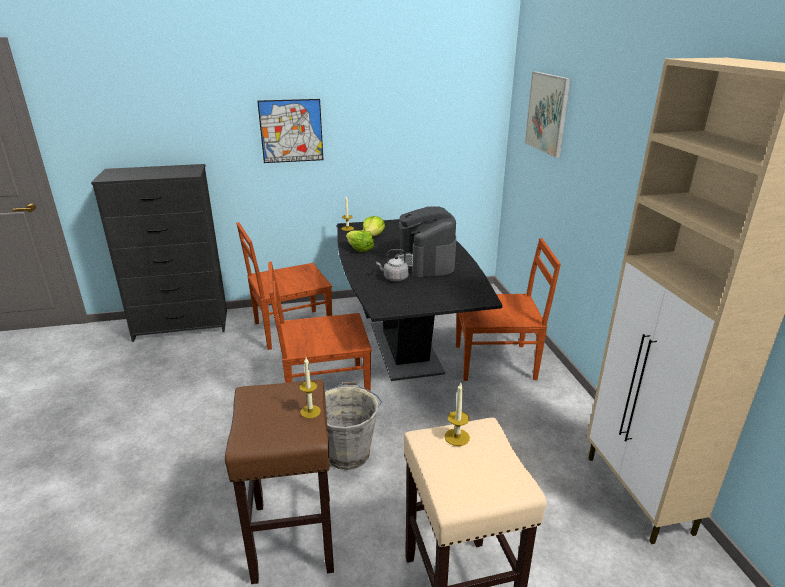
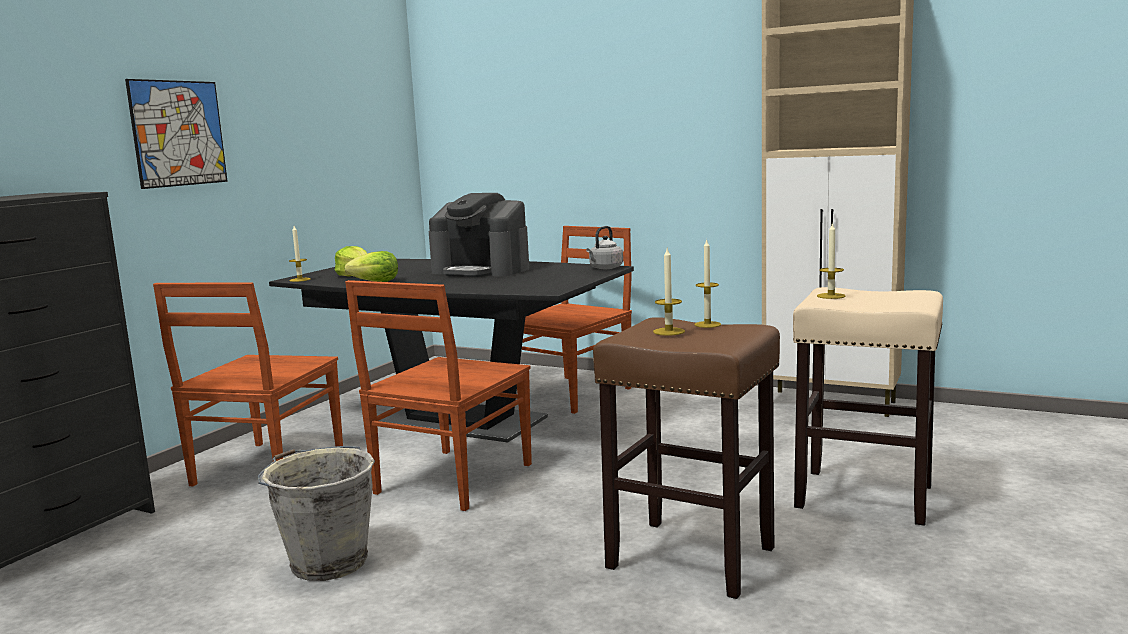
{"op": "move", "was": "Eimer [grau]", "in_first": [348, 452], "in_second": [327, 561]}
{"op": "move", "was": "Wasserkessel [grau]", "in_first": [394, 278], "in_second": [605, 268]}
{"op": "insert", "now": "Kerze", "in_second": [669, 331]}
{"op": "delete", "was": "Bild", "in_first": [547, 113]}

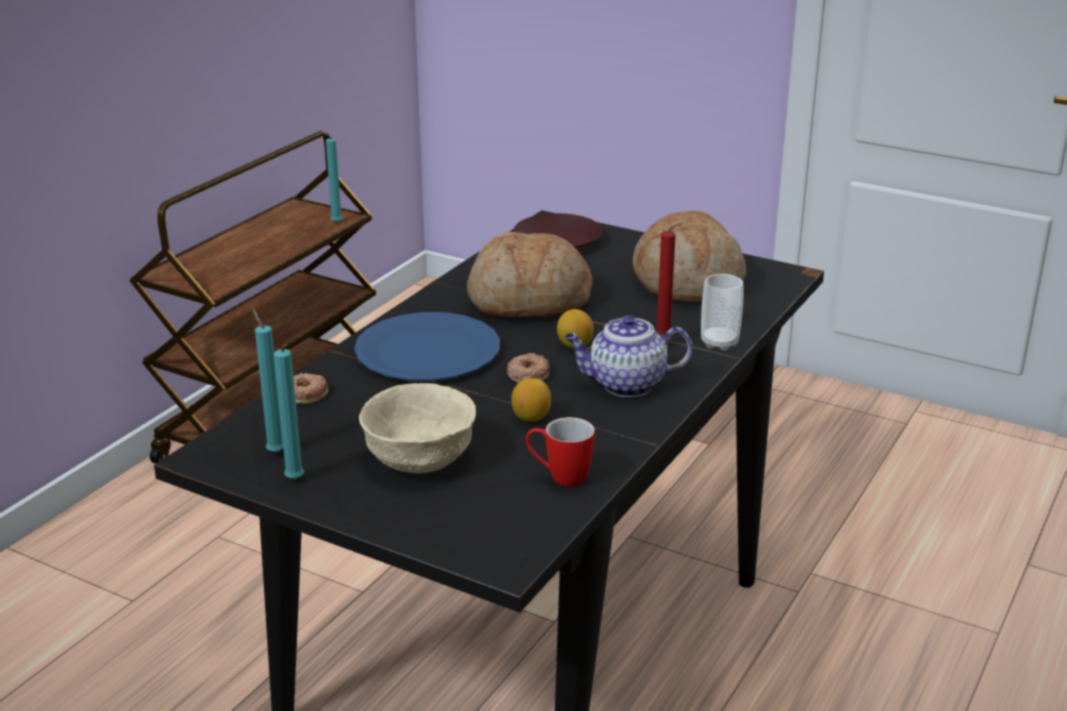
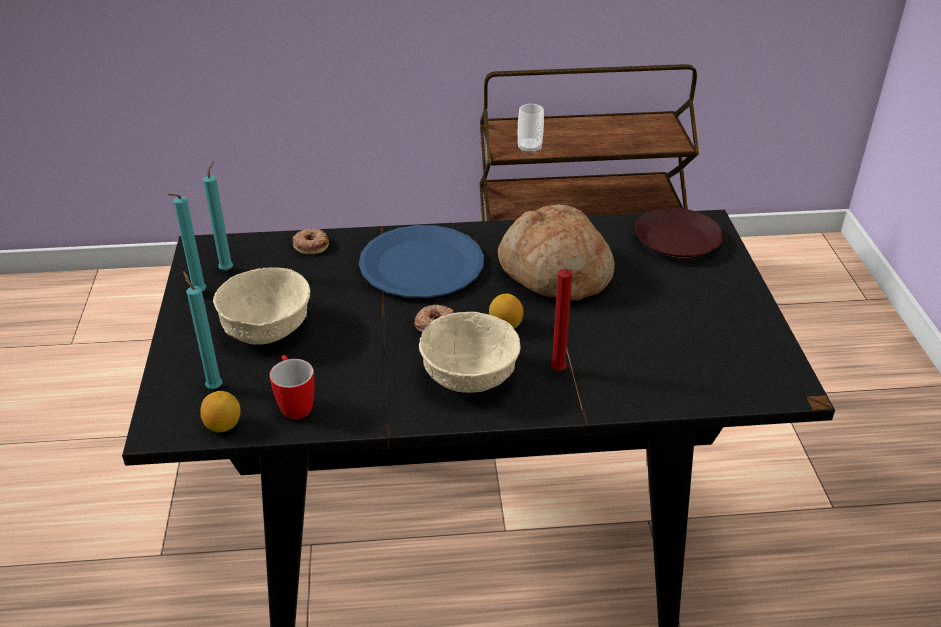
{"op": "move", "was": "Kerze [türkis]", "in_first": [334, 223], "in_second": [213, 387]}
{"op": "move", "was": "Zitrone", "in_first": [531, 417], "in_second": [223, 425]}
{"op": "replace", "was": "Teekanne", "now": "Schüssel [beige]", "in_first": [625, 385], "in_second": [468, 378]}
{"op": "move", "was": "Tasse", "in_first": [719, 343], "in_second": [529, 148]}
{"op": "delete", "was": "Brot", "in_first": [687, 281]}

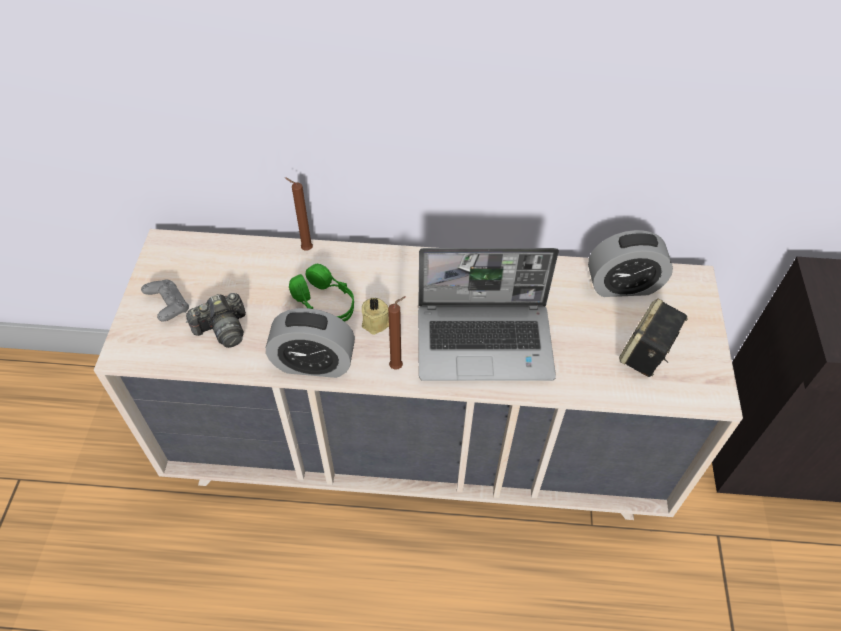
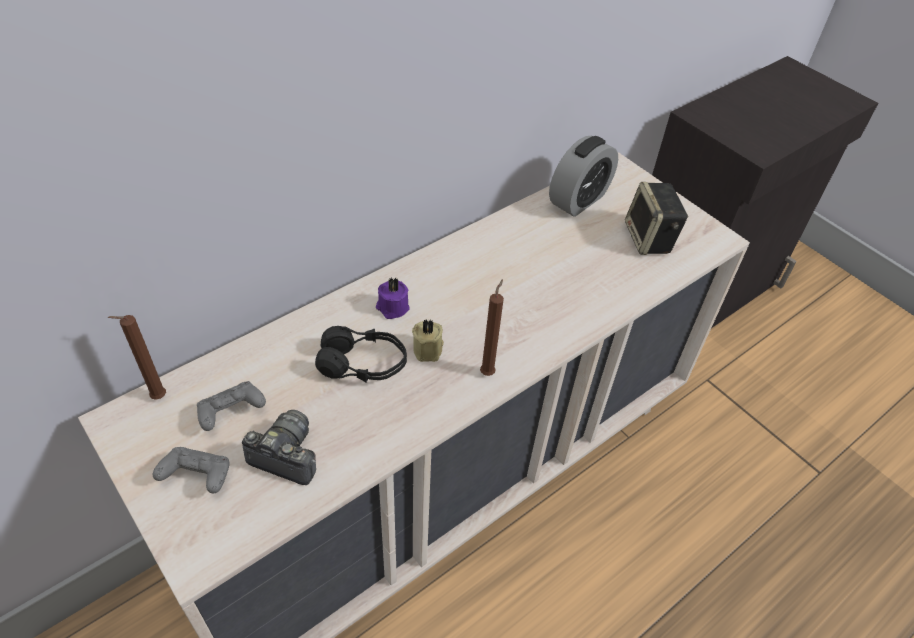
{"op": "move", "was": "Kerze [braun]", "in_first": [305, 249], "in_second": [156, 398]}
{"op": "insert", "now": "Gamepad [grau]", "in_second": [231, 413]}
{"op": "rotate", "was": "Kamera", "in_first": [223, 329], "in_second": [286, 456], "clockwise": -90}
{"op": "recolor", "was": "Kopfhörer [grün]", "now": "Kopfhörer [schwarz]", "in_first": [325, 304], "in_second": [363, 365]}
{"op": "insert", "now": "Kerze [lila]", "in_second": [392, 308]}
{"op": "delete", "was": "Wecker", "in_first": [314, 363]}
{"op": "delete", "was": "Laptop", "in_first": [486, 342]}

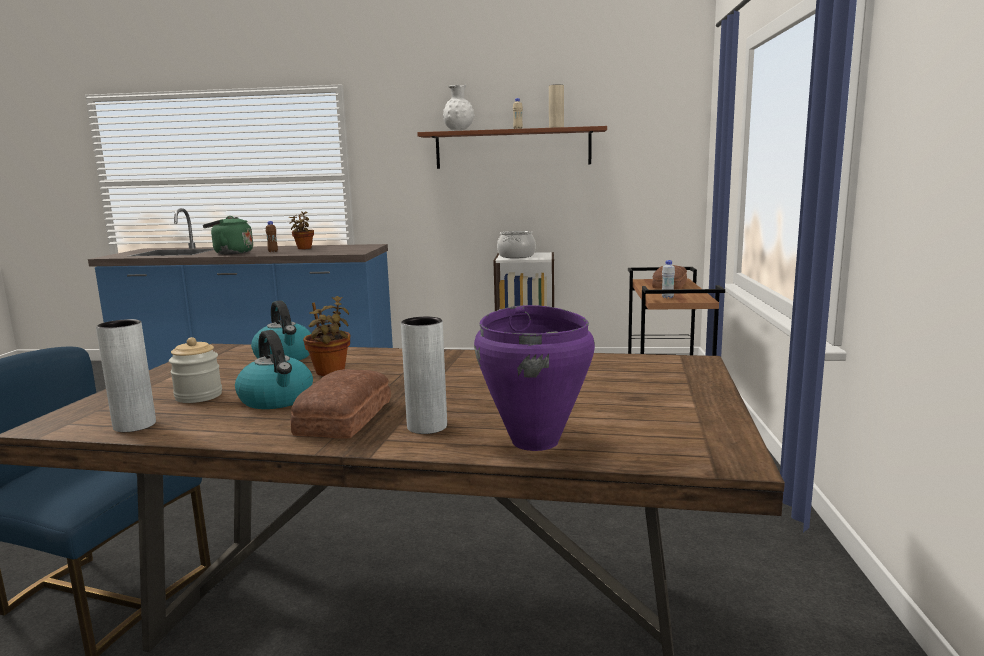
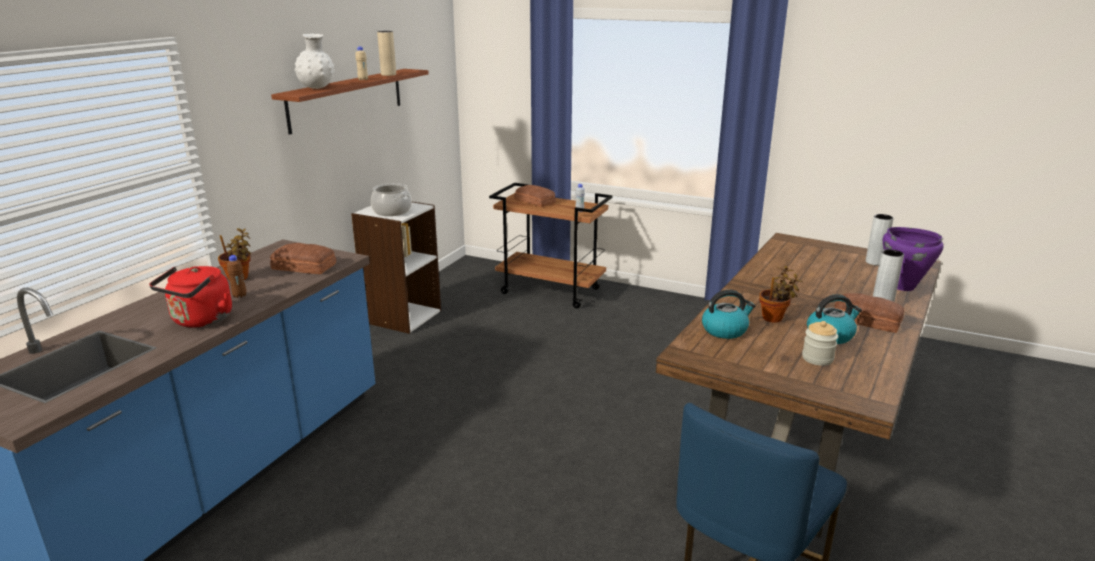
{"op": "recolor", "was": "Wasserkessel [grün]", "now": "Wasserkessel [rot]", "in_first": [231, 253], "in_second": [200, 321]}
{"op": "insert", "now": "Brot", "in_second": [304, 267]}
{"op": "move", "was": "Vase [grau]", "in_first": [134, 425], "in_second": [874, 262]}

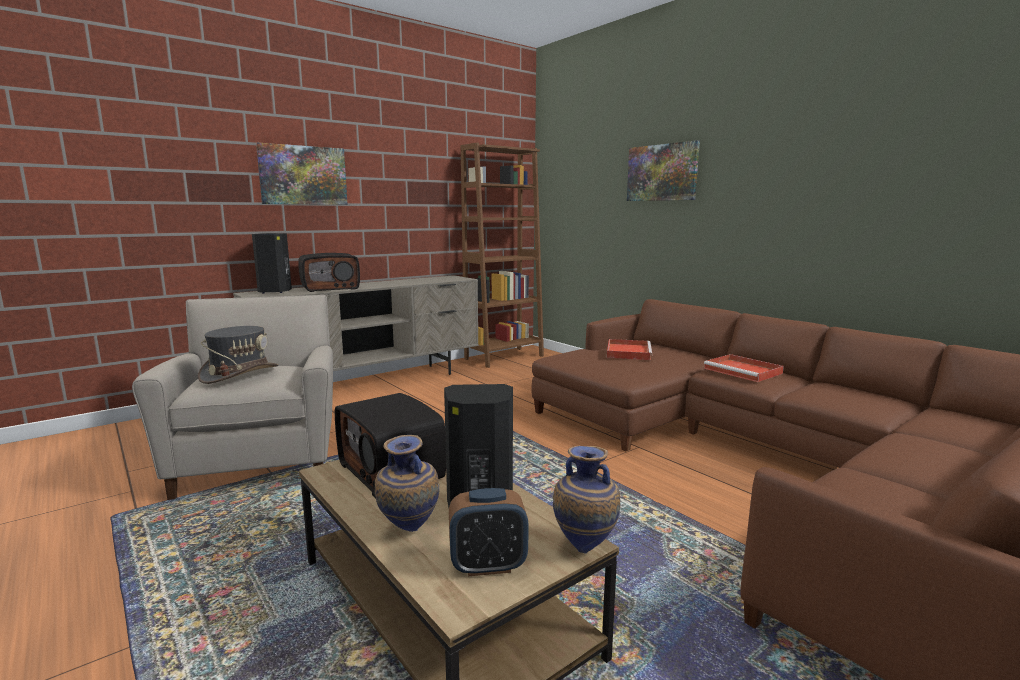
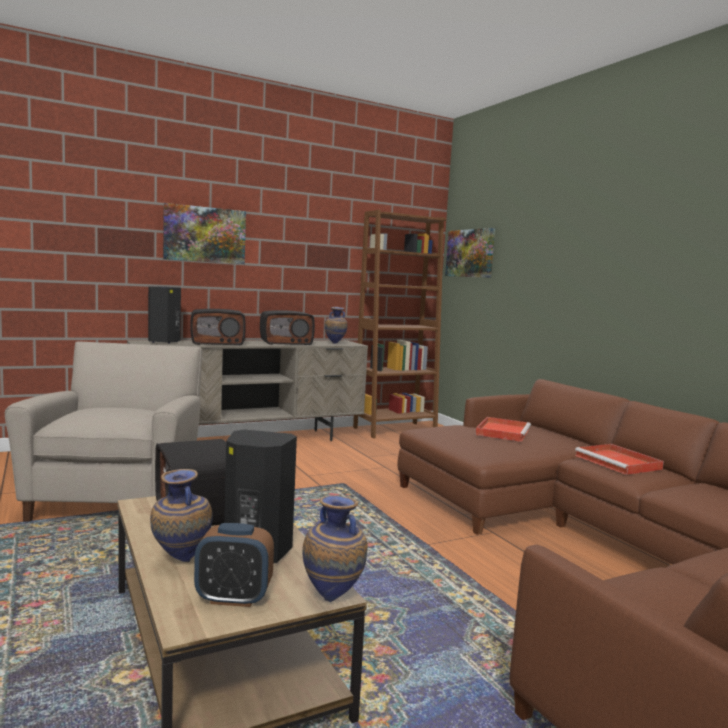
{"op": "insert", "now": "Radio", "in_second": [286, 342]}
{"op": "insert", "now": "Vase", "in_second": [335, 343]}
{"op": "move", "was": "Bild", "in_first": [662, 172], "in_second": [470, 253]}
{"op": "delete", "was": "Hut [grau]", "in_first": [239, 374]}

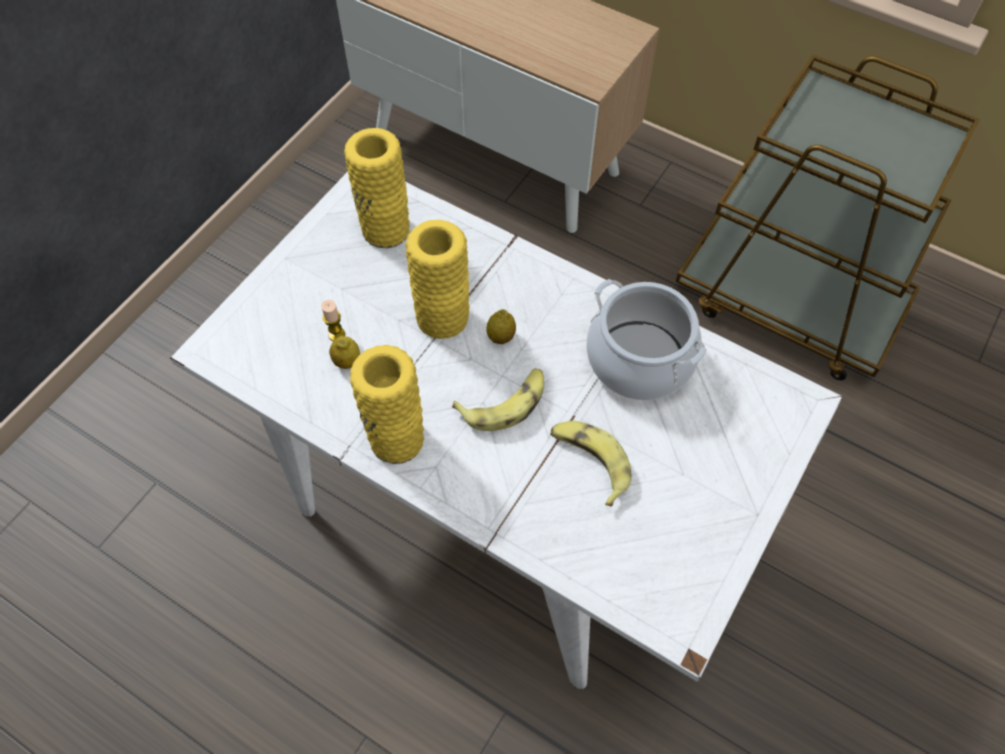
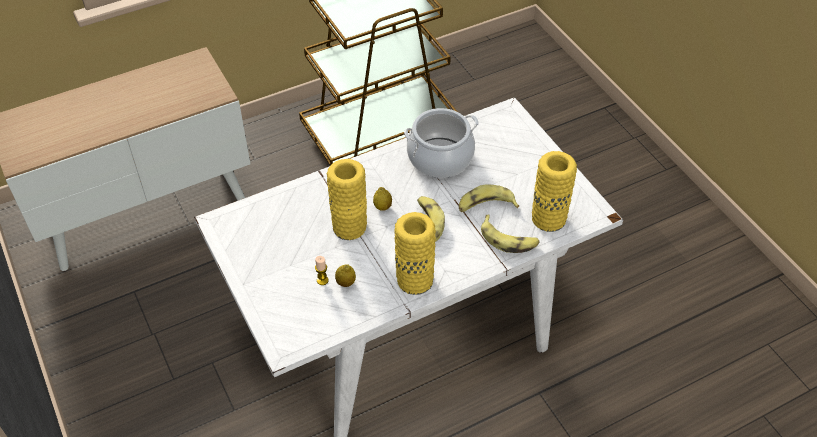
{"op": "insert", "now": "Banane", "in_second": [508, 239]}
{"op": "move", "was": "Vase [gelb]", "in_first": [385, 228], "in_second": [548, 219]}

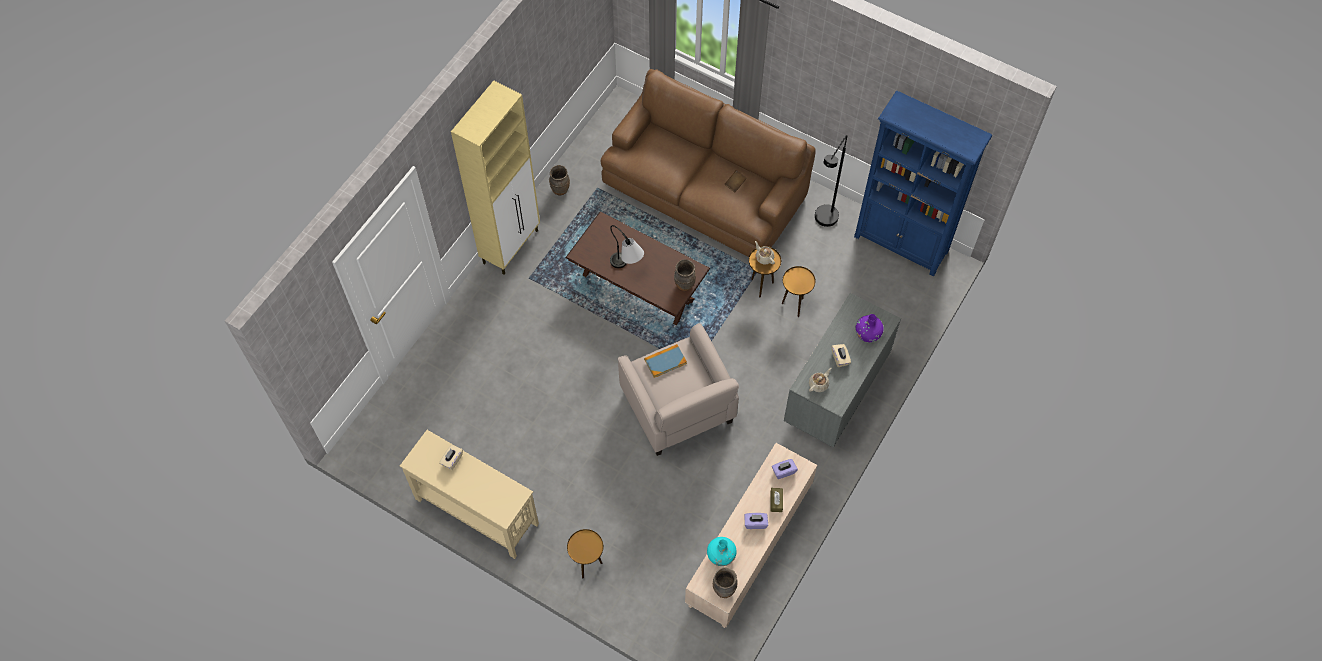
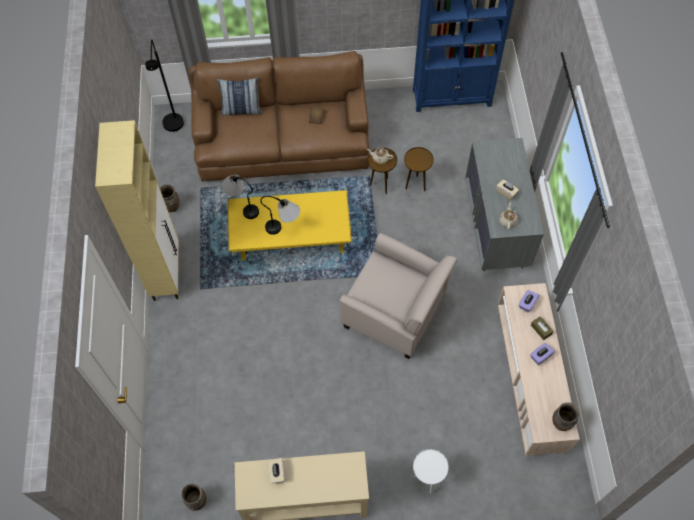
{"op": "move", "was": "Stehlampe [schwarz]", "in_first": [824, 222], "in_second": [174, 128]}
{"op": "move", "was": "Vase [braun]", "in_first": [684, 284], "in_second": [197, 501]}
{"op": "insert", "now": "Kissen", "in_second": [242, 110]}
{"op": "insert", "now": "Tischlampe", "in_second": [242, 206]}
{"op": "recolor", "was": "Couchtisch [braun]", "now": "Couchtisch [gelb]", "in_first": [638, 287], "in_second": [292, 242]}
{"op": "recolor", "was": "Beistelltisch [braun]", "now": "Beistelltisch [weiß]", "in_first": [587, 565], "in_second": [426, 480]}
{"op": "delete", "was": "Buch", "in_first": [665, 361]}
{"op": "delete", "was": "Vase [türkis]", "in_first": [721, 555]}
{"op": "delete", "was": "Vase [lila]", "in_first": [867, 334]}

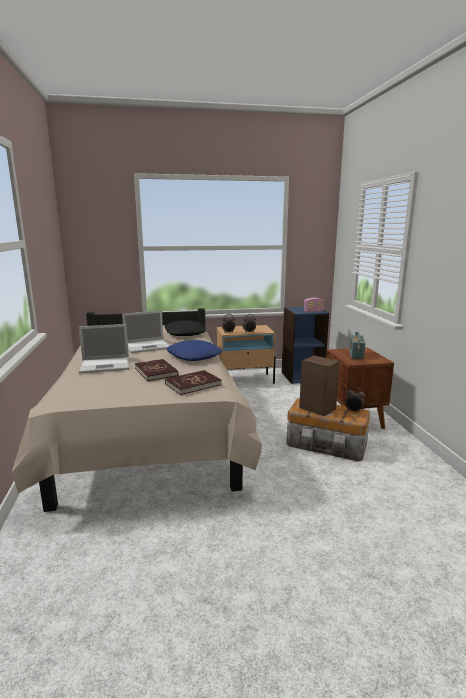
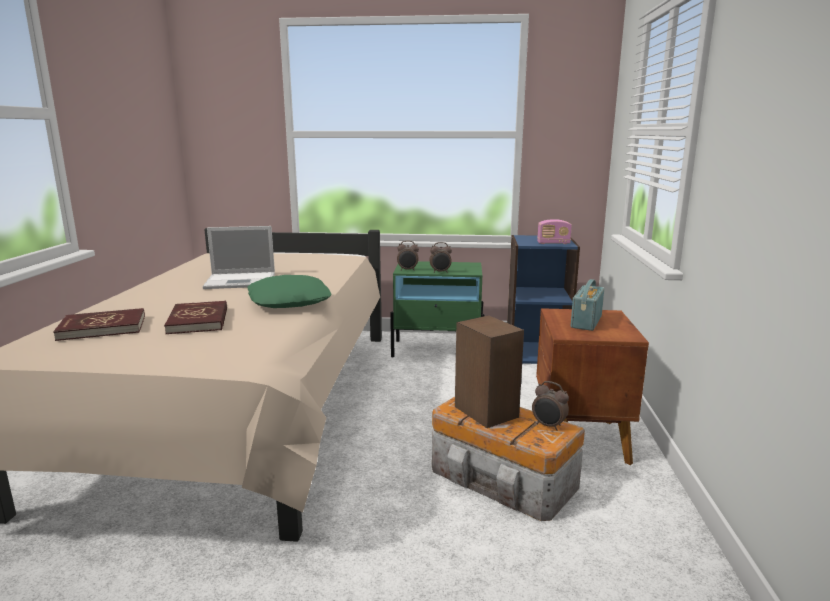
{"op": "move", "was": "Buch [rot]", "in_first": [193, 384], "in_second": [102, 328]}
{"op": "recolor", "was": "Kissen [blau]", "now": "Kissen [grün]", "in_first": [194, 356], "in_second": [290, 301]}
{"op": "recolor", "was": "Nachttisch [beige]", "now": "Nachttisch [grün]", "in_first": [245, 380], "in_second": [438, 350]}
{"op": "delete", "was": "Laptop", "in_first": [106, 365]}
{"op": "delete", "was": "Kissen [schwarz]", "in_first": [185, 333]}

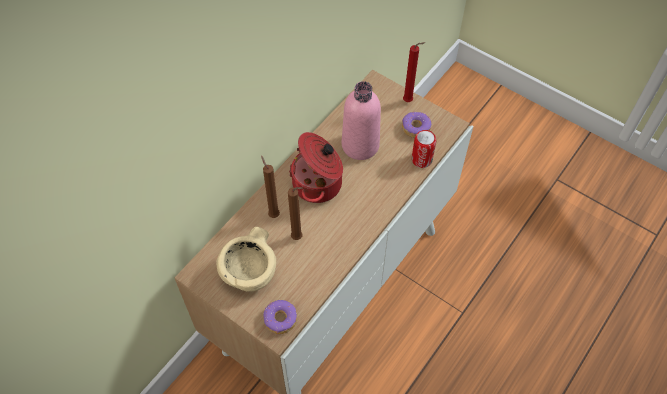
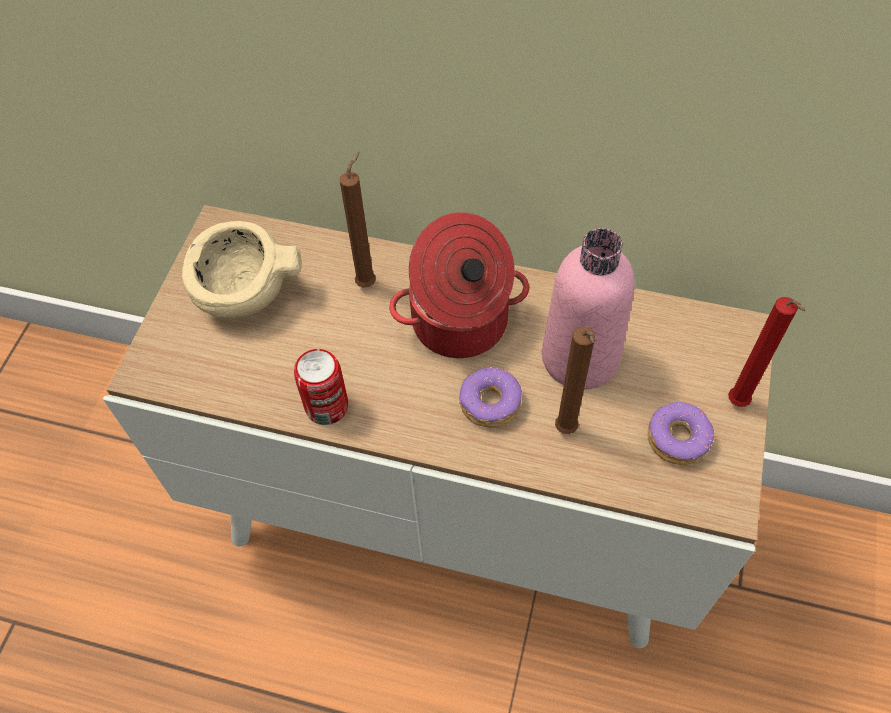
{"op": "move", "was": "Dose", "in_first": [421, 160], "in_second": [327, 407]}
{"op": "move", "was": "Donut", "in_first": [280, 320], "in_second": [489, 403]}
{"op": "move", "was": "Kerze [braun]", "in_first": [298, 237], "in_second": [566, 432]}

